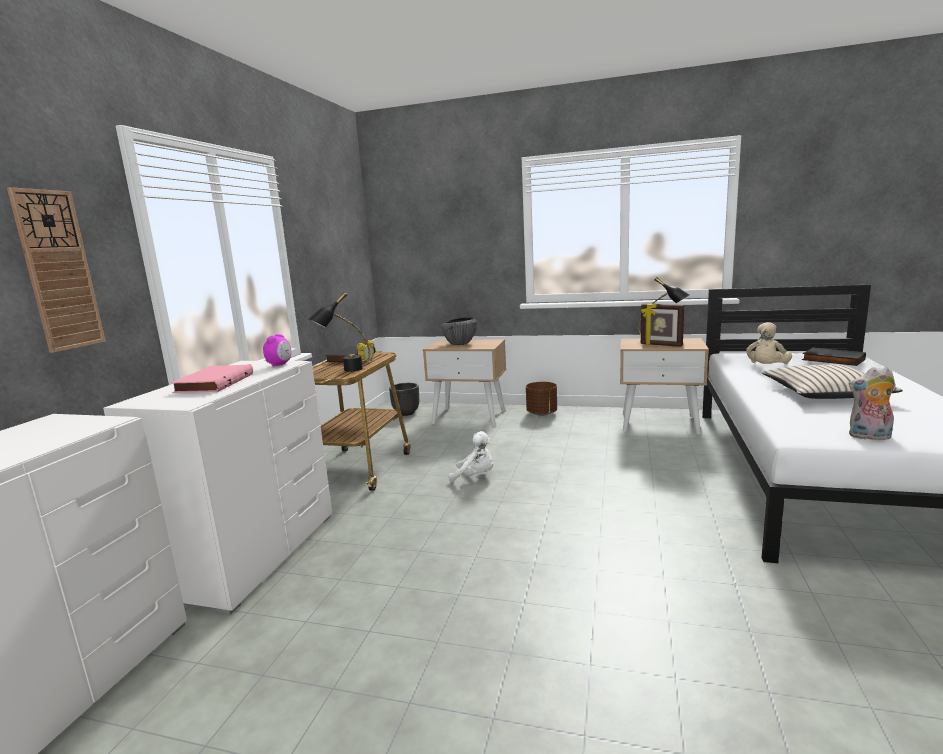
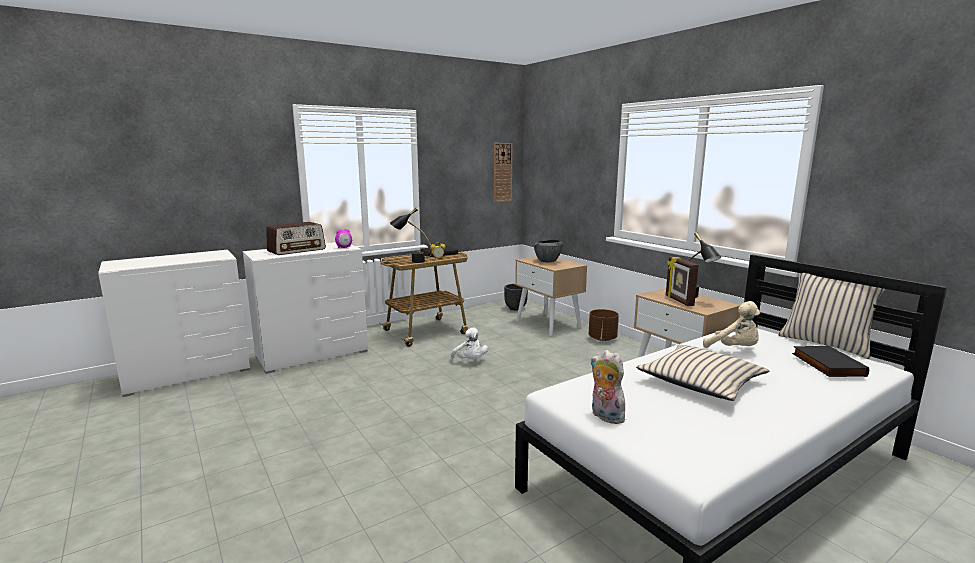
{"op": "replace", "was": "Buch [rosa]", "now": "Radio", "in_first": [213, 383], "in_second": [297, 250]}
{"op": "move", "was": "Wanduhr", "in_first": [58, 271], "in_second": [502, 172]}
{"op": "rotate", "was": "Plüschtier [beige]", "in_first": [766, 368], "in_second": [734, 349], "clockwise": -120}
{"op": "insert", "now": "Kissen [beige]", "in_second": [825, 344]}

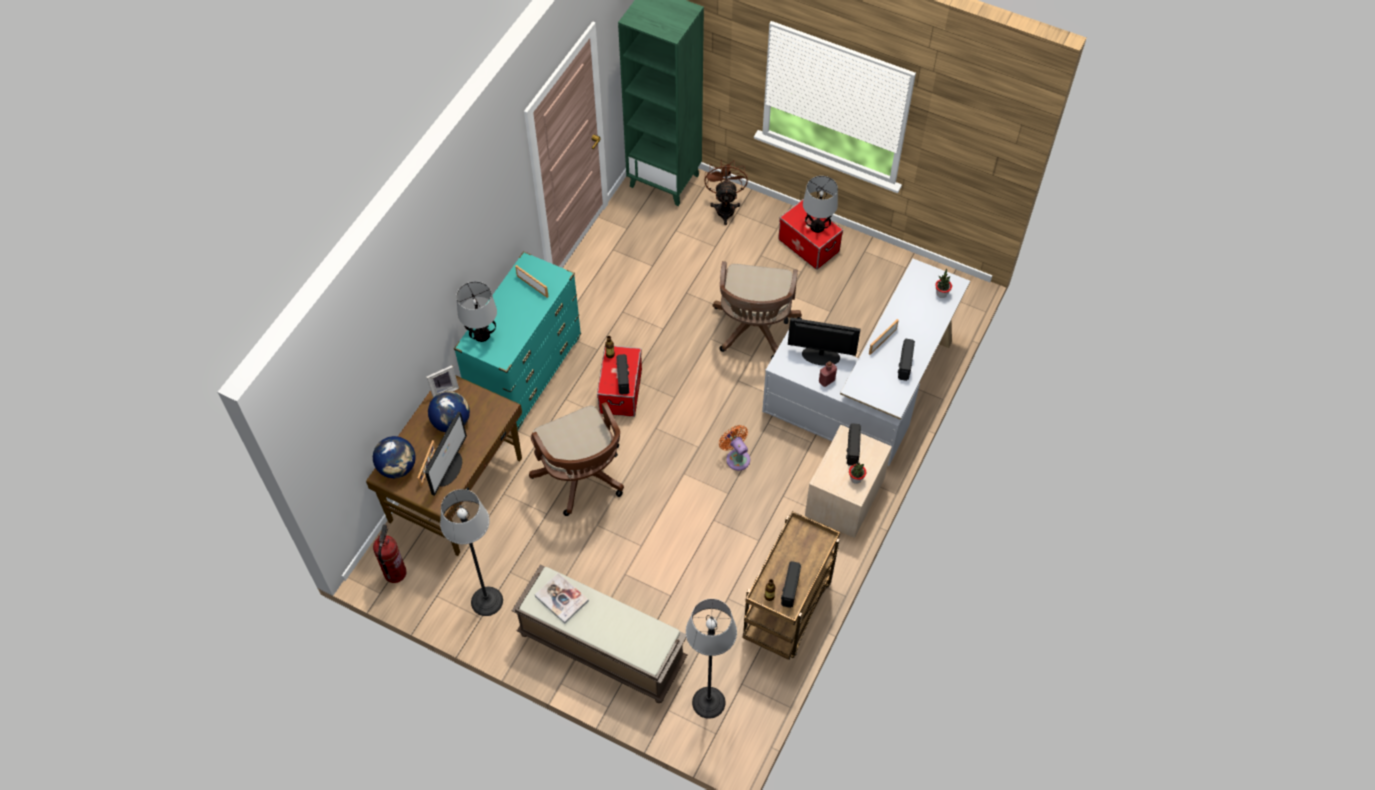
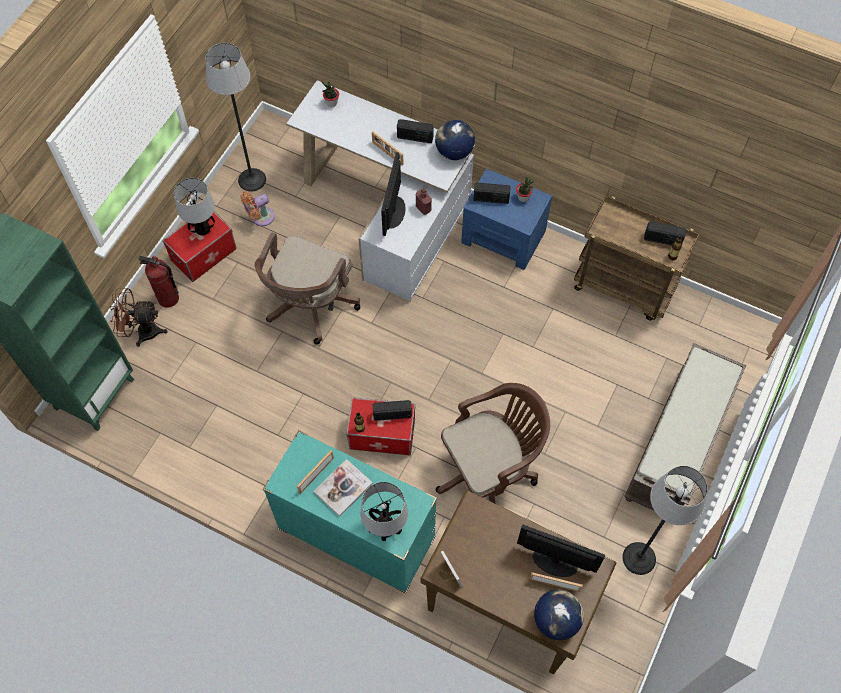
{"op": "move", "was": "Feuerlöscher", "in_first": [395, 573], "in_second": [168, 298]}
{"op": "move", "was": "Stehlampe", "in_first": [708, 702], "in_second": [252, 180]}
{"op": "move", "was": "Ventilator [orange]", "in_first": [736, 457], "in_second": [260, 218]}
{"op": "rotate", "was": "Bürostuhl [braun]", "in_first": [754, 330], "in_second": [309, 307], "clockwise": 105}
{"op": "move", "was": "Buch", "in_first": [561, 598], "in_second": [343, 488]}
{"op": "move", "was": "Globus", "in_first": [451, 422], "in_second": [454, 152]}
{"op": "recolor", "was": "Nachttisch [beige]", "now": "Nachttisch [blau]", "in_first": [844, 497], "in_second": [503, 237]}

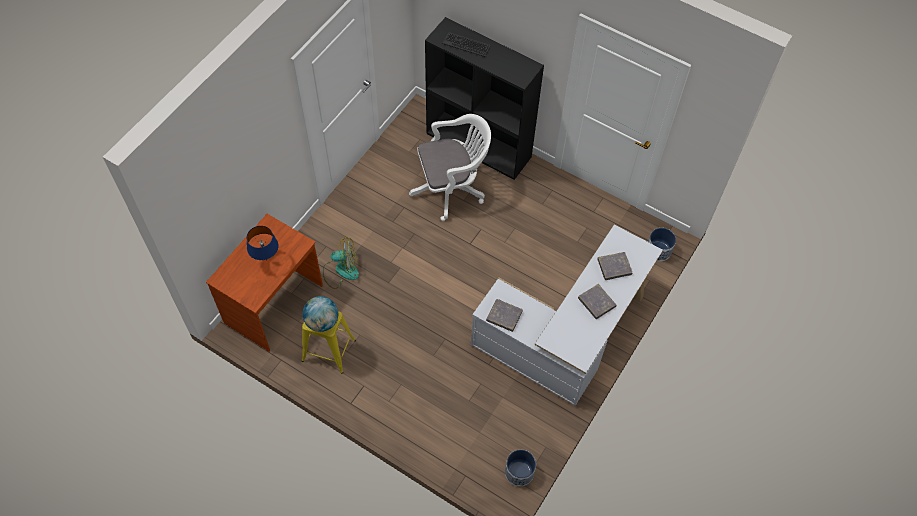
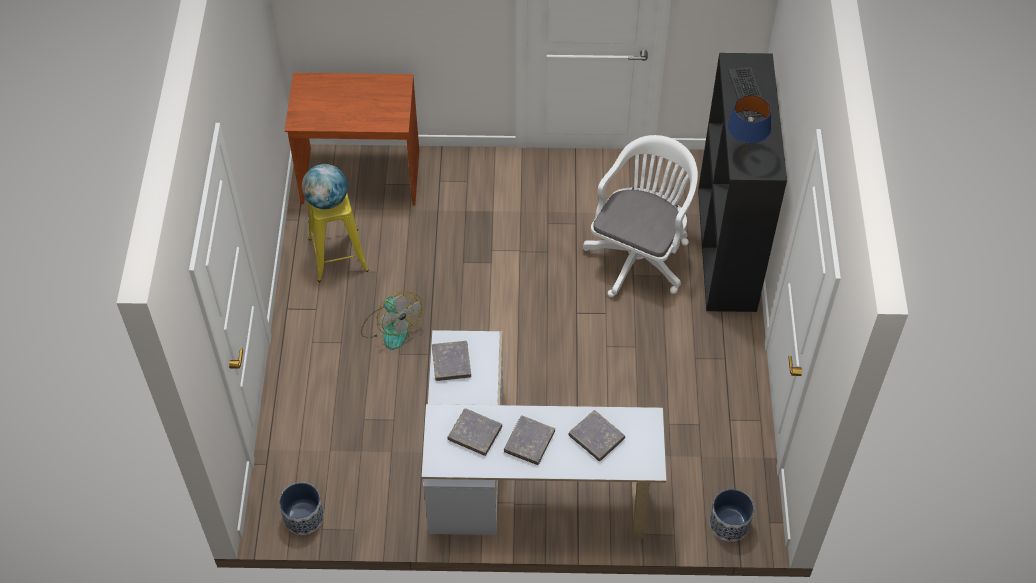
{"op": "move", "was": "Ventilator", "in_first": [341, 270], "in_second": [390, 327]}
{"op": "insert", "now": "Buch [grau]", "in_second": [475, 433]}
{"op": "rotate", "was": "Bürostuhl [weiß]", "in_first": [451, 188], "in_second": [640, 255], "clockwise": -105}
{"op": "move", "was": "Tischlampe [blau]", "in_first": [266, 261], "in_second": [743, 152]}

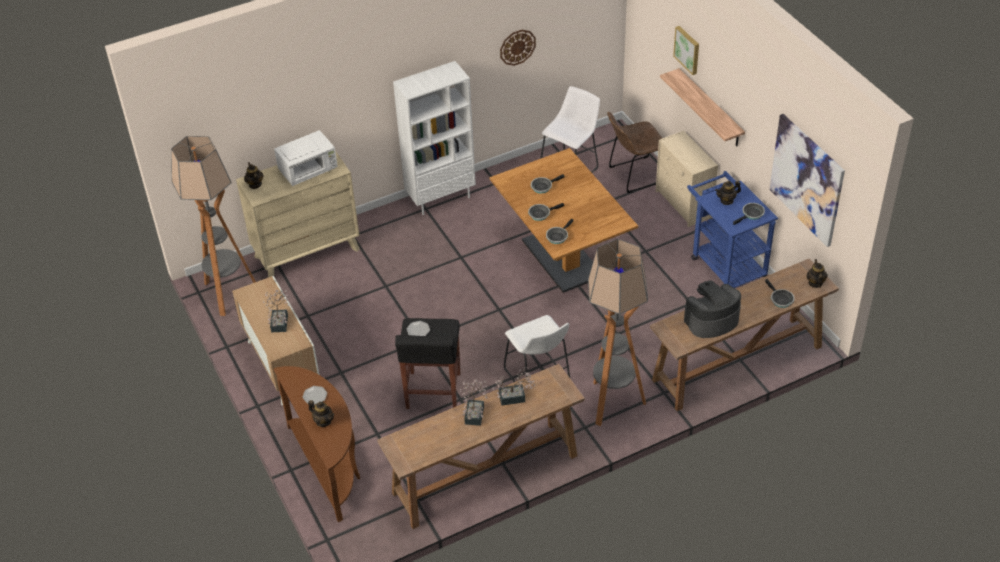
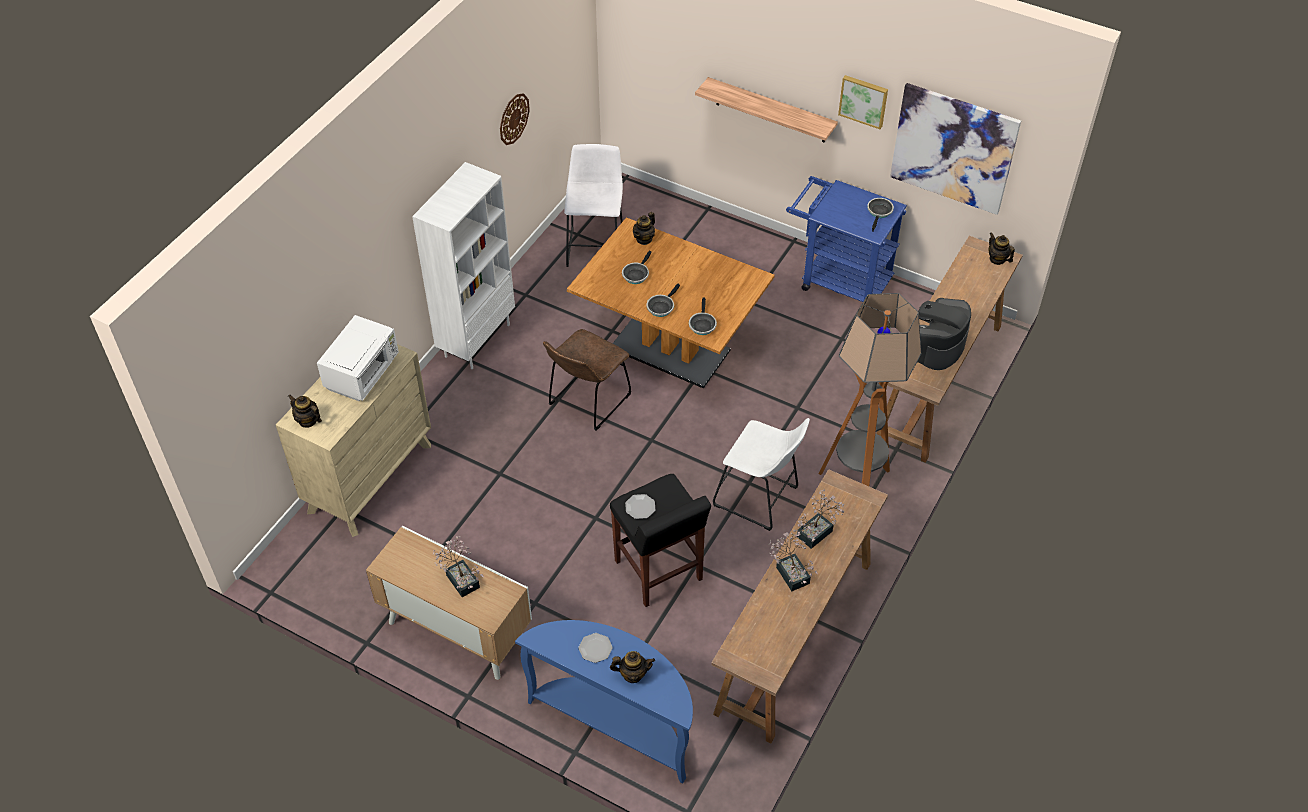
{"op": "recolor", "was": "Konsolentisch [braun]", "now": "Konsolentisch [blau]", "in_first": [329, 466], "in_second": [616, 723]}
{"op": "move", "was": "Stuhl [braun]", "in_first": [634, 175], "in_second": [587, 402]}
{"op": "move", "was": "Teekanne", "in_first": [727, 200], "in_second": [644, 239]}
{"op": "move", "was": "Bild", "in_first": [687, 49], "in_second": [863, 100]}
{"op": "delete", "was": "Stehlampe", "in_first": [228, 294]}
{"op": "delete", "was": "Kommode [beige]", "in_first": [684, 204]}
{"op": "delete", "was": "Pfanne", "in_first": [780, 299]}

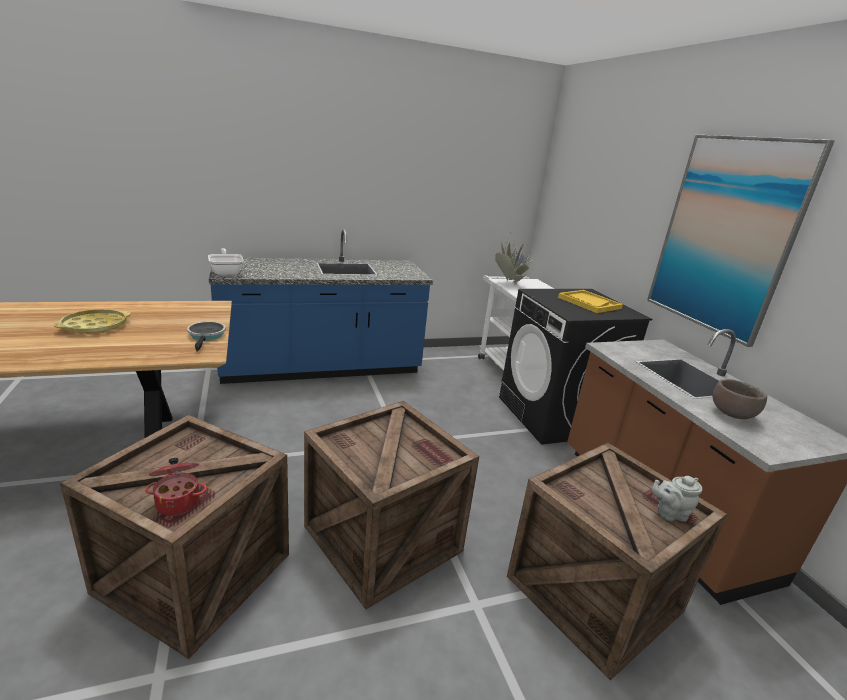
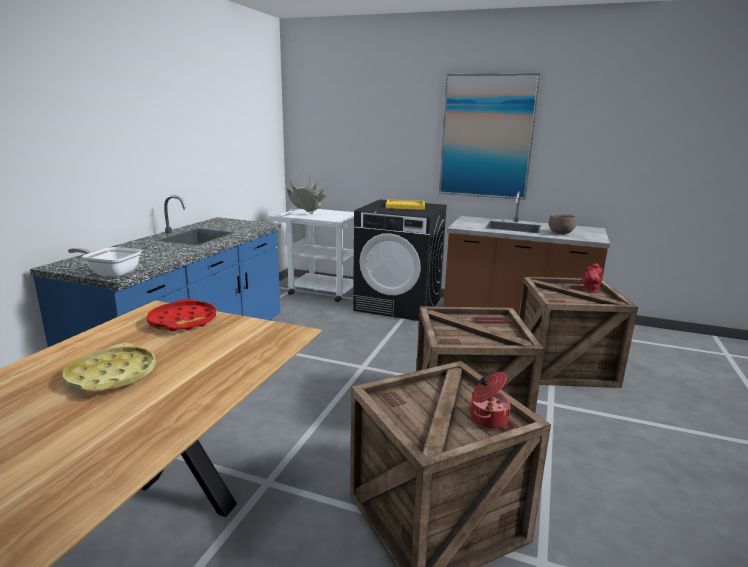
{"op": "insert", "now": "Tablett [rot]", "in_second": [183, 321]}
{"op": "recolor", "was": "Teekanne [grau]", "now": "Teekanne [rot]", "in_first": [669, 513], "in_second": [590, 290]}
{"op": "delete", "was": "Pfanne", "in_first": [207, 336]}

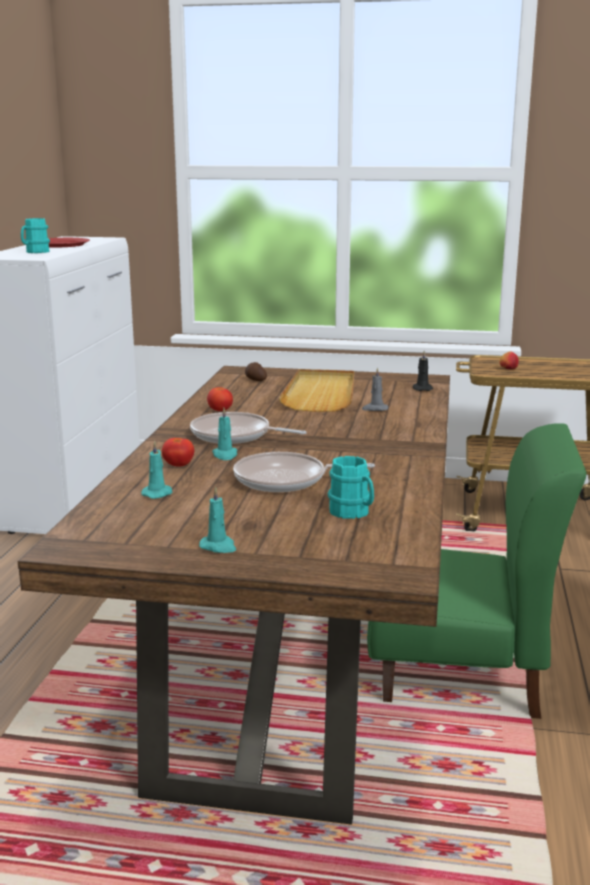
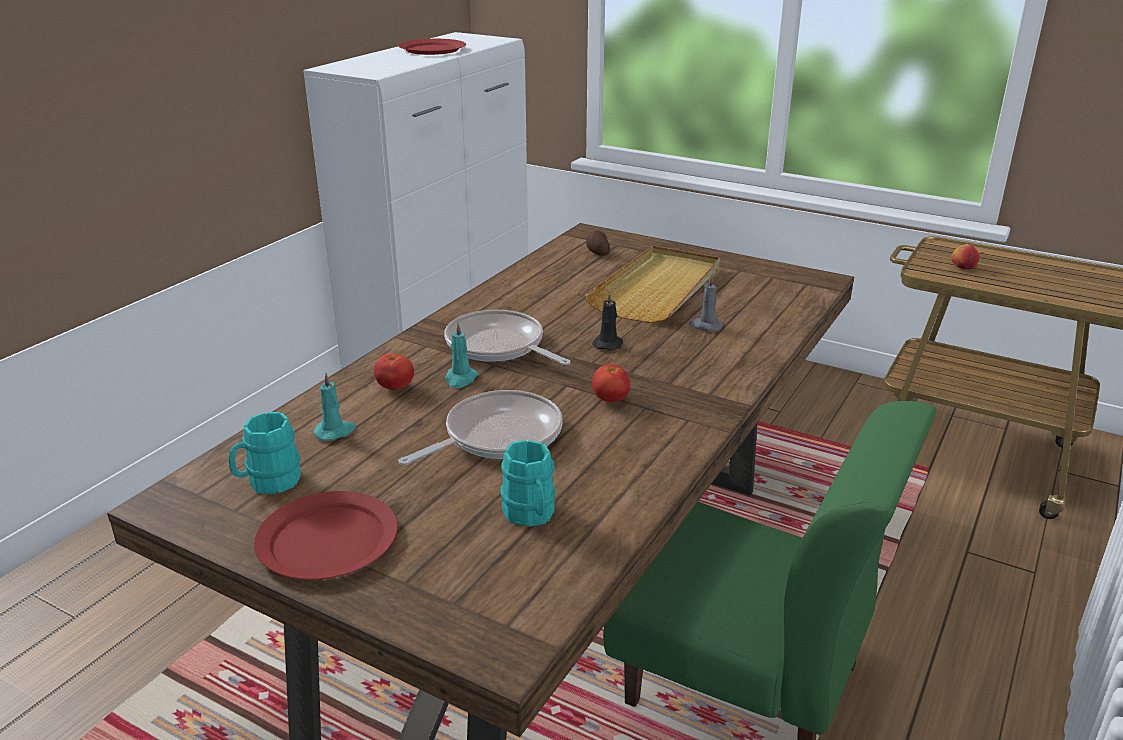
{"op": "move", "was": "Henkelbecher [türkis]", "in_first": [35, 252], "in_second": [268, 482]}
{"op": "replace", "was": "Kerze [türkis]", "now": "Teller [rot]", "in_first": [218, 547], "in_second": [327, 541]}
{"op": "rotate", "was": "Pfanne", "in_first": [286, 480], "in_second": [497, 436], "clockwise": 120}
{"op": "move", "was": "Kerze [schwarz]", "in_first": [422, 388], "in_second": [608, 344]}
{"op": "move", "was": "Tomate", "in_first": [220, 411], "in_second": [610, 399]}

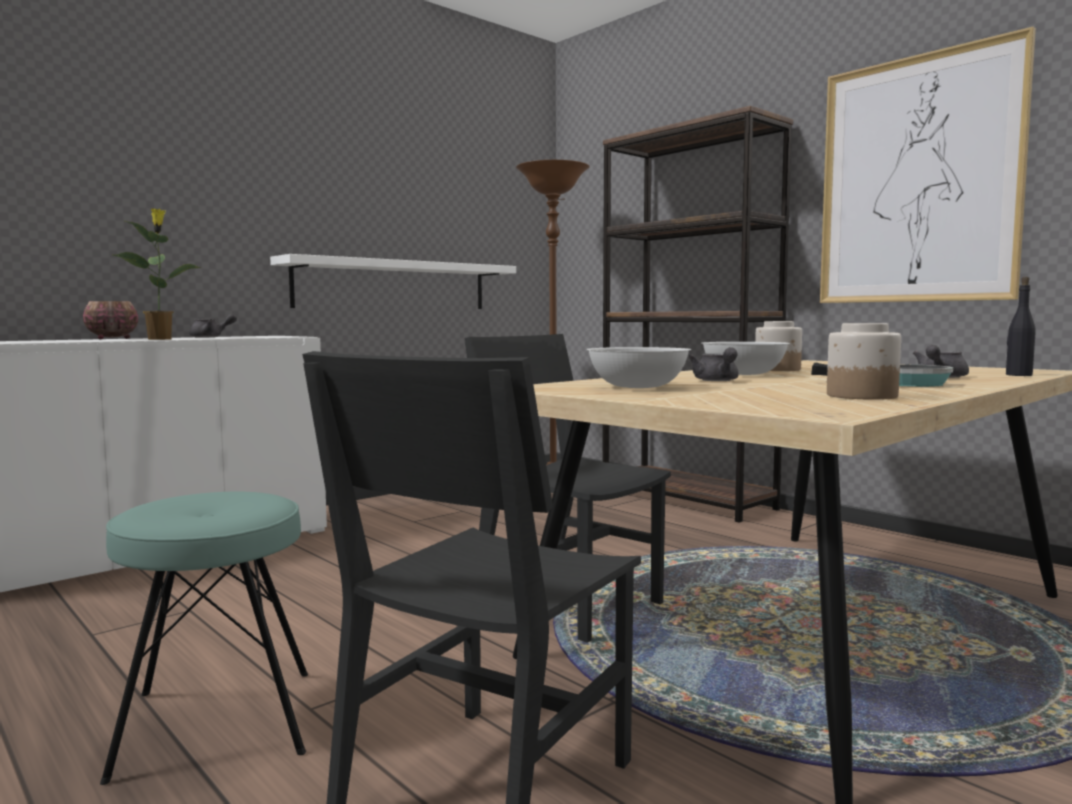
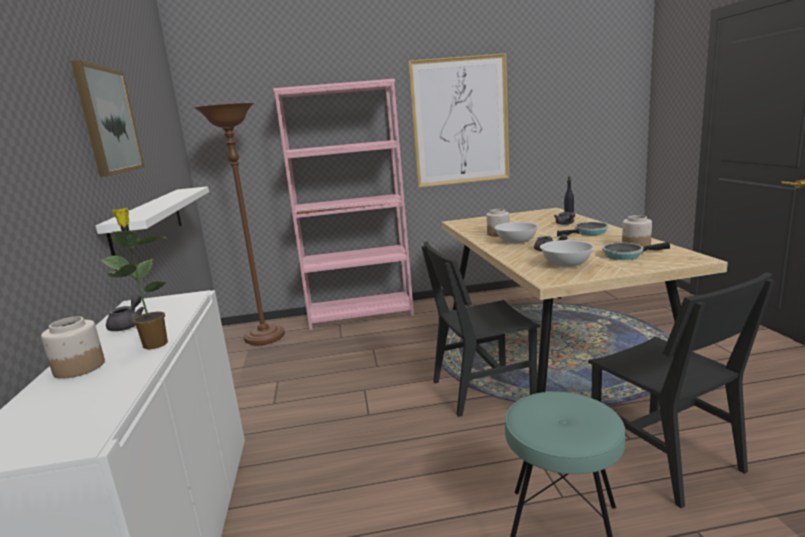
{"op": "replace", "was": "Schüssel", "now": "Vorratsglas", "in_first": [111, 339], "in_second": [78, 368]}
{"op": "insert", "now": "Bild", "in_second": [108, 121]}
{"op": "recolor", "was": "Bücherregal [braun]", "now": "Bücherregal [rosa]", "in_first": [687, 500], "in_second": [361, 315]}
{"op": "insert", "now": "Pfanne", "in_second": [625, 255]}

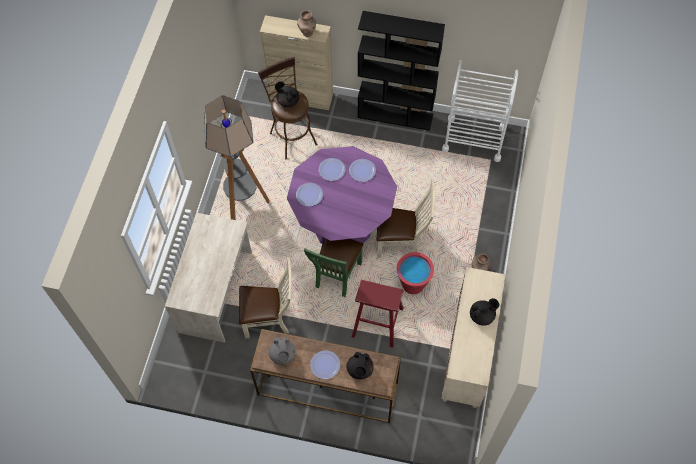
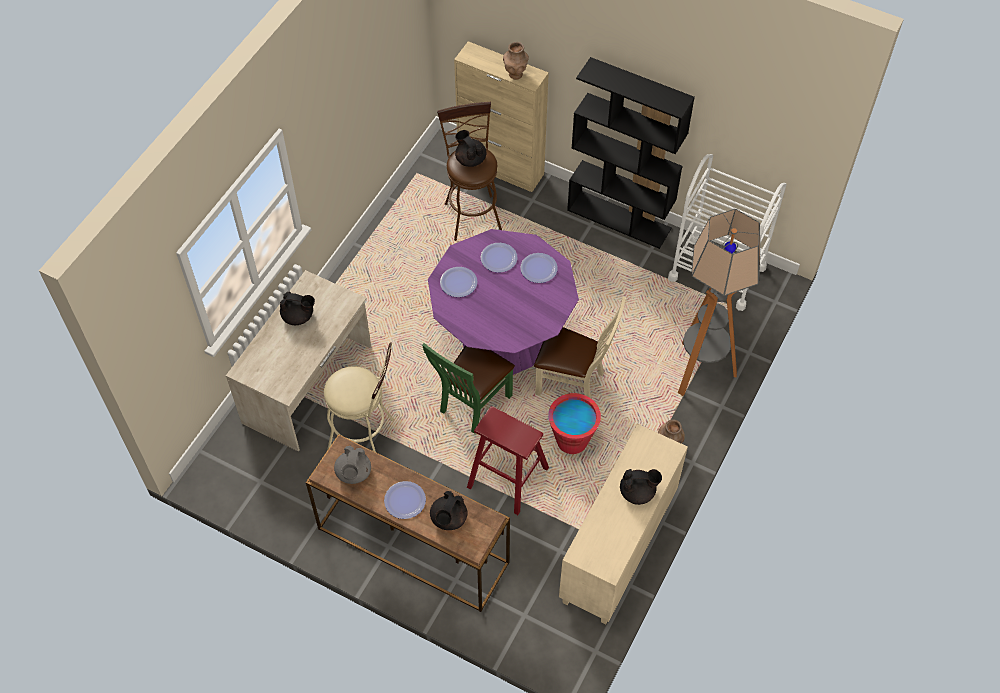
{"op": "insert", "now": "Teekanne [schwarz]", "in_second": [298, 316]}
{"op": "replace", "was": "Stuhl [beige]", "now": "Hocker [beige]", "in_first": [270, 319], "in_second": [366, 437]}
{"op": "move", "was": "Stehlampe", "in_first": [243, 204], "in_second": [700, 370]}

